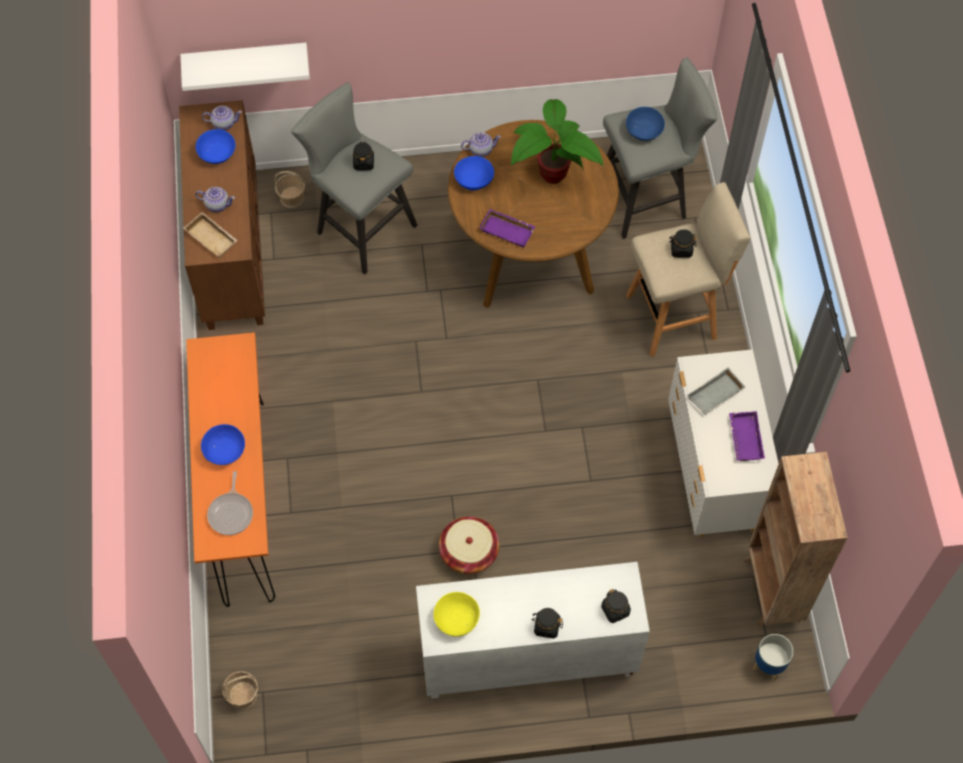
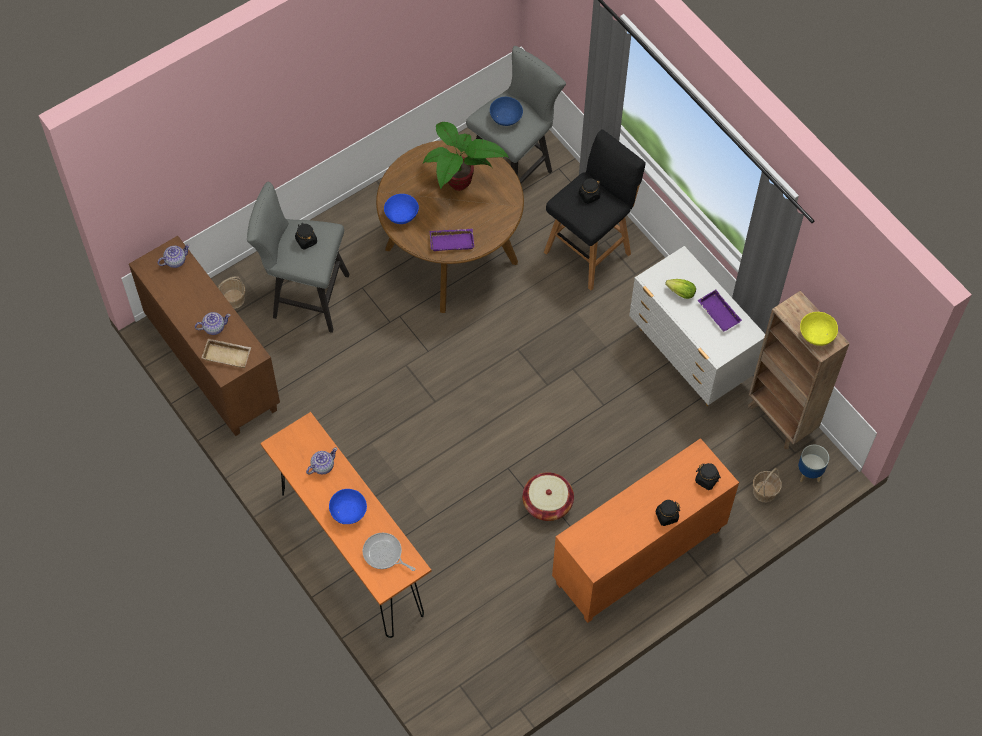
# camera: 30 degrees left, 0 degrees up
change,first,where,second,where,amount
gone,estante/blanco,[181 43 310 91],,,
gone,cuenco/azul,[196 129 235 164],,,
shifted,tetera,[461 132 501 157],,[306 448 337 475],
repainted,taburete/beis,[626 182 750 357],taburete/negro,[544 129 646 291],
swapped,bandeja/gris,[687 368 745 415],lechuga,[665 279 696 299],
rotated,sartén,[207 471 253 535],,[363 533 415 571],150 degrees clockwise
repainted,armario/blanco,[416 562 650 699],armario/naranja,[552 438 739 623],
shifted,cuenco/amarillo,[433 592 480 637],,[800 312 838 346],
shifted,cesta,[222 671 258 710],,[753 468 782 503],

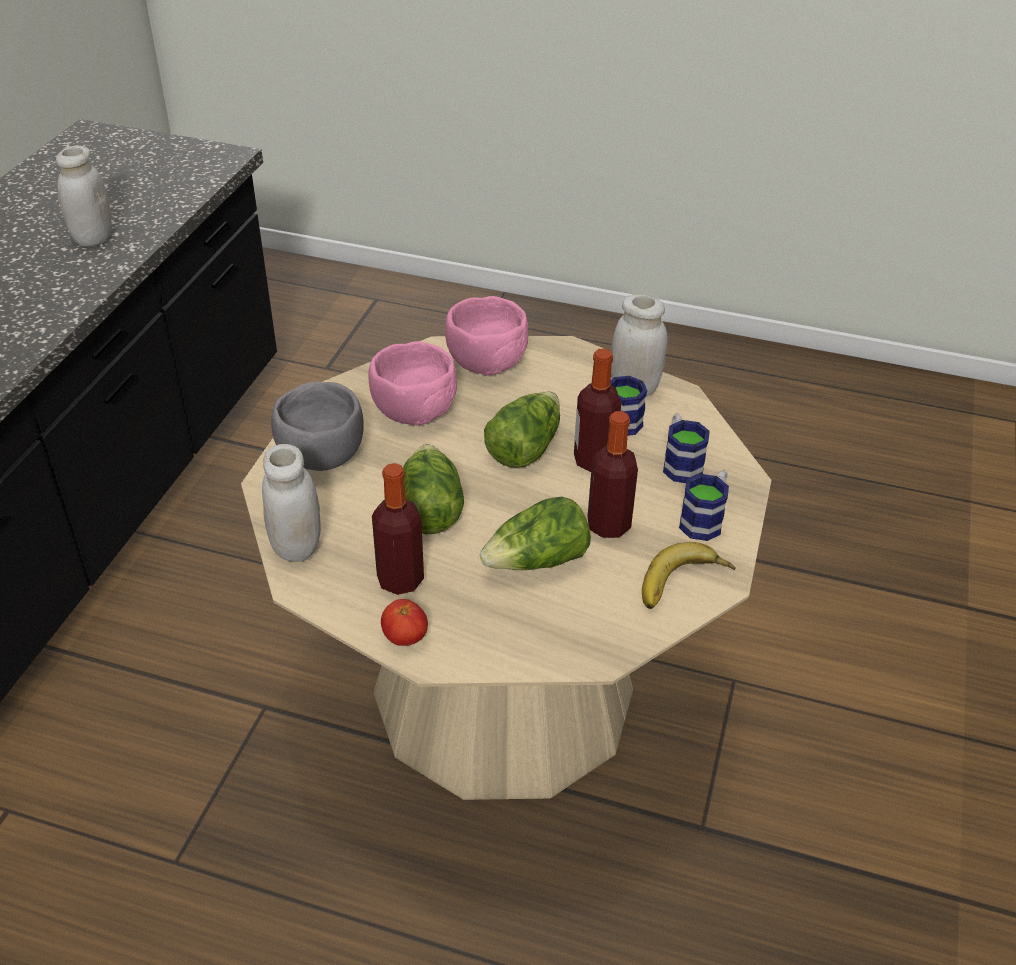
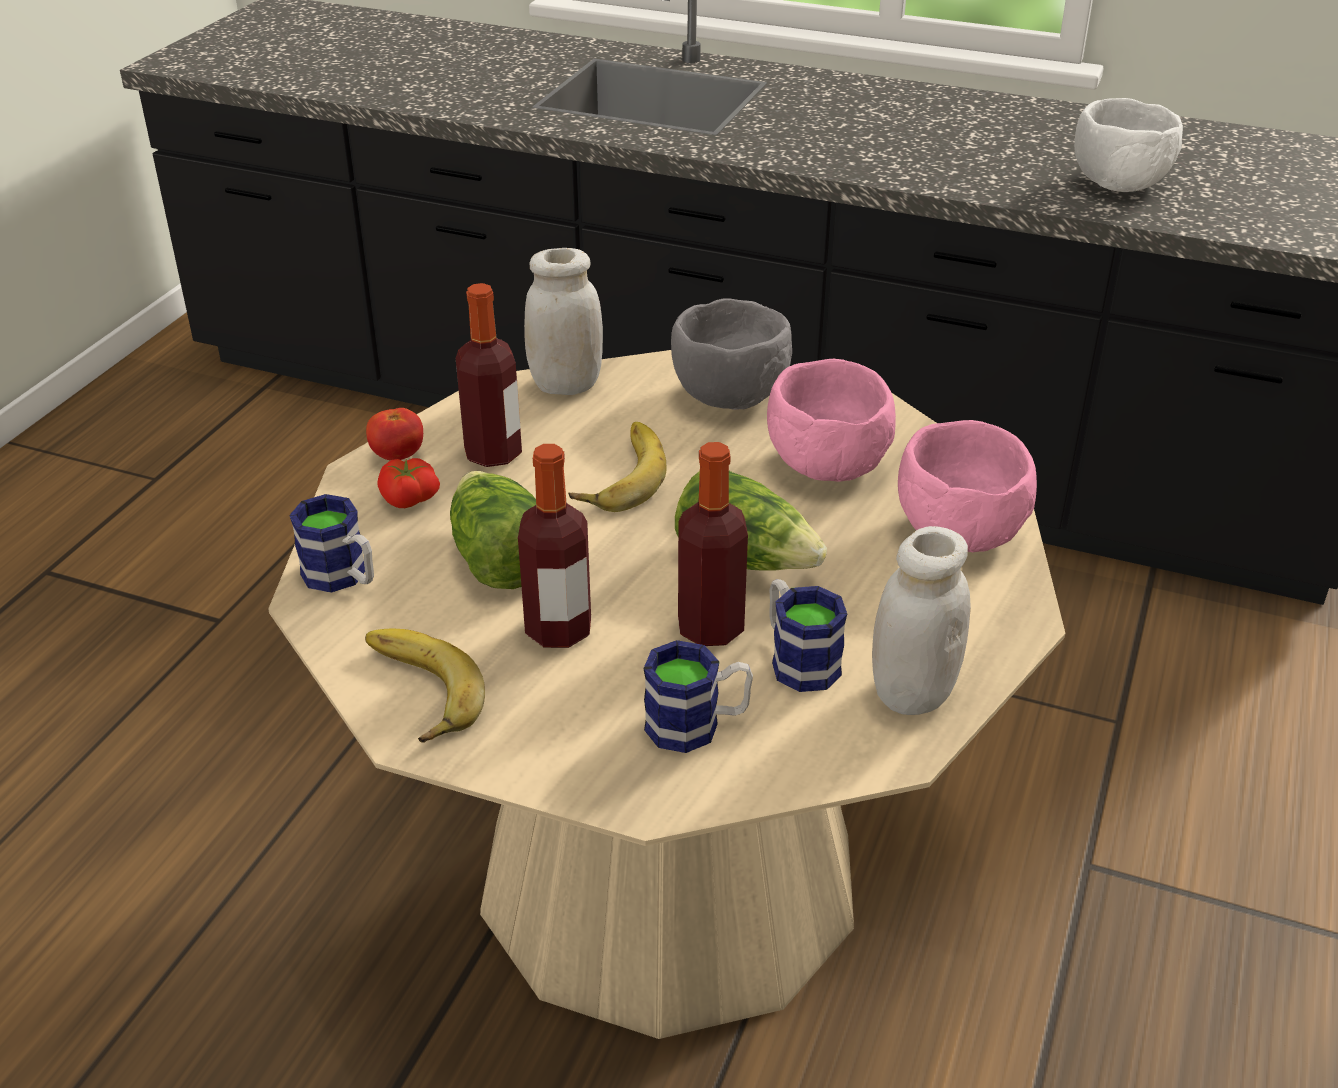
# camera: 95 degrees right, 5 degrees down
change,first,where,second,where,amount
swapped,tarro/blanco,[56 146 112 247],cuenco/blanco,[1074 98 1183 192],
swapped,lechuga,[403 444 464 535],plátano,[568 422 667 512],
shifted,taza grande,[679 470 729 541],,[289 494 374 593],
new,,,tomate,[377 458 440 508],

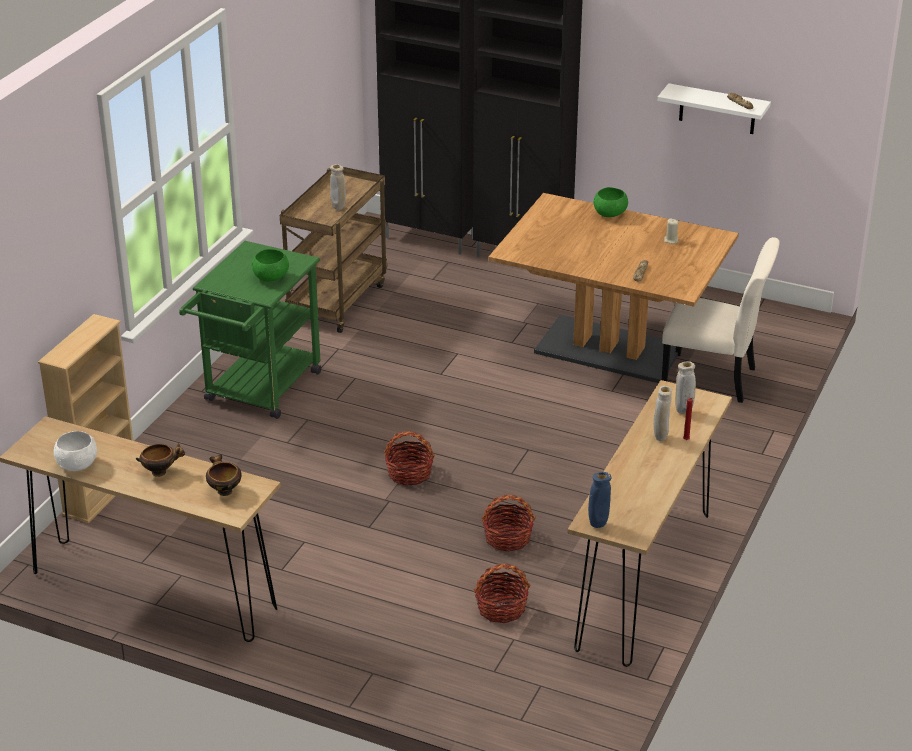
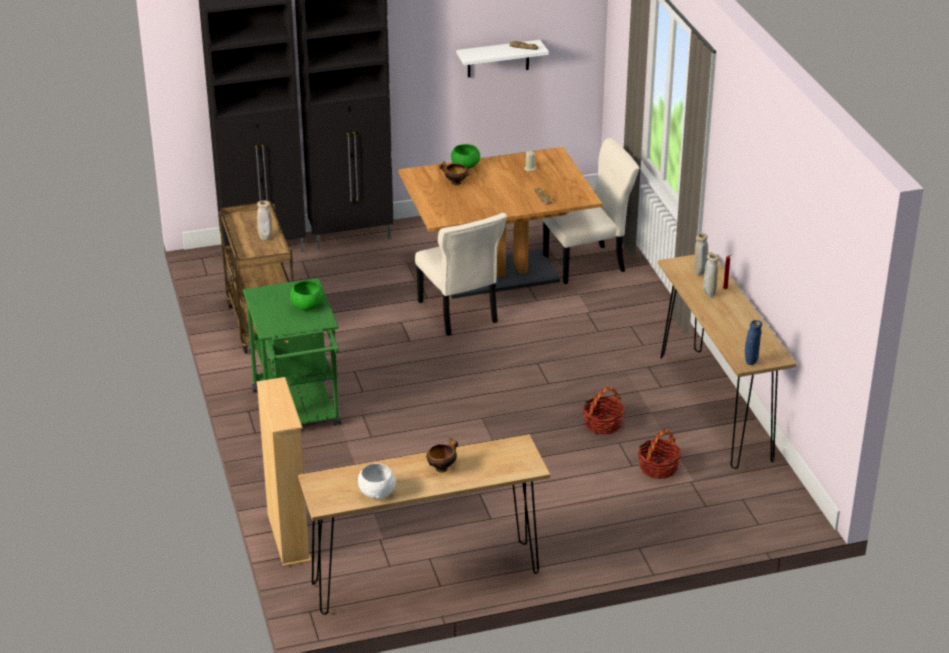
# camera: 40 degrees left, 0 degrees up
change,first,where,second,where,amount
gone,cesta,[384 431 435 486],,,
shifted,cuenco,[206 454 242 496],,[439 161 469 185],
new,,,silla/beis,[415 213 507 336],

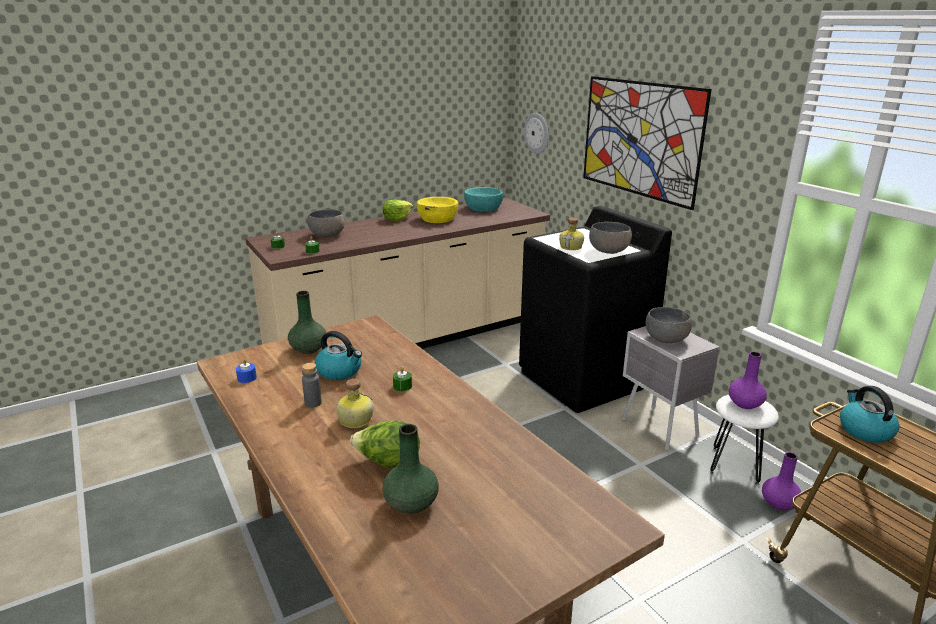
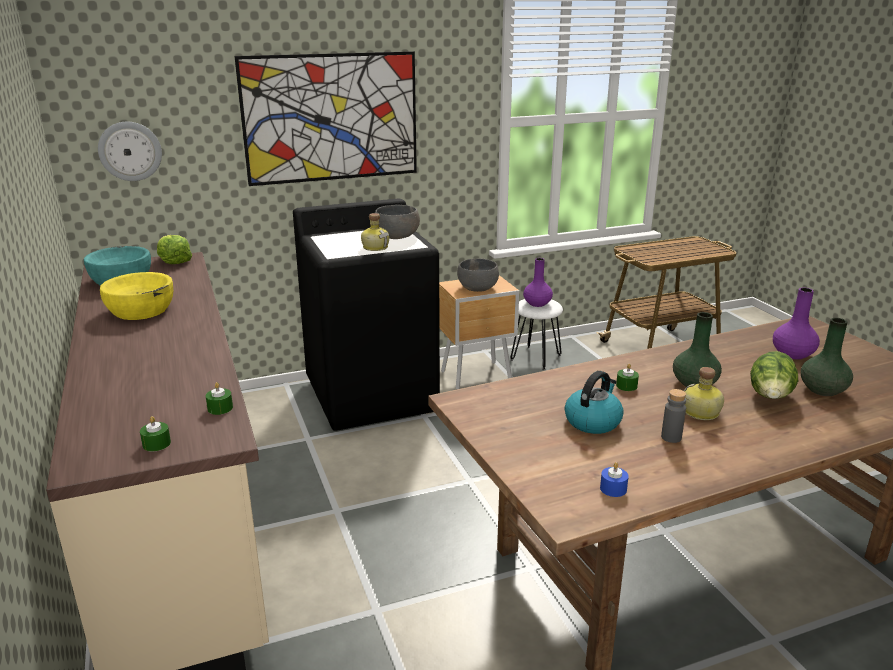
# camera: 80 degrees left, 0 degrees up
change,first,where,second,where,amount
shifted,lechuga,[382 200 413 221],,[157 235 192 264],
gone,cuenco/gris,[307 209 345 237],,,
shifted,florero/verde,[288 291 326 354],,[673 312 722 387],
repainted,mesita de noche/gris,[622 326 720 451],mesita de noche/marrón,[439 275 519 389],
gone,hervidor,[840 386 899 443],,,
shifted,florero/morado,[762 452 801 511],,[773 288 820 359],

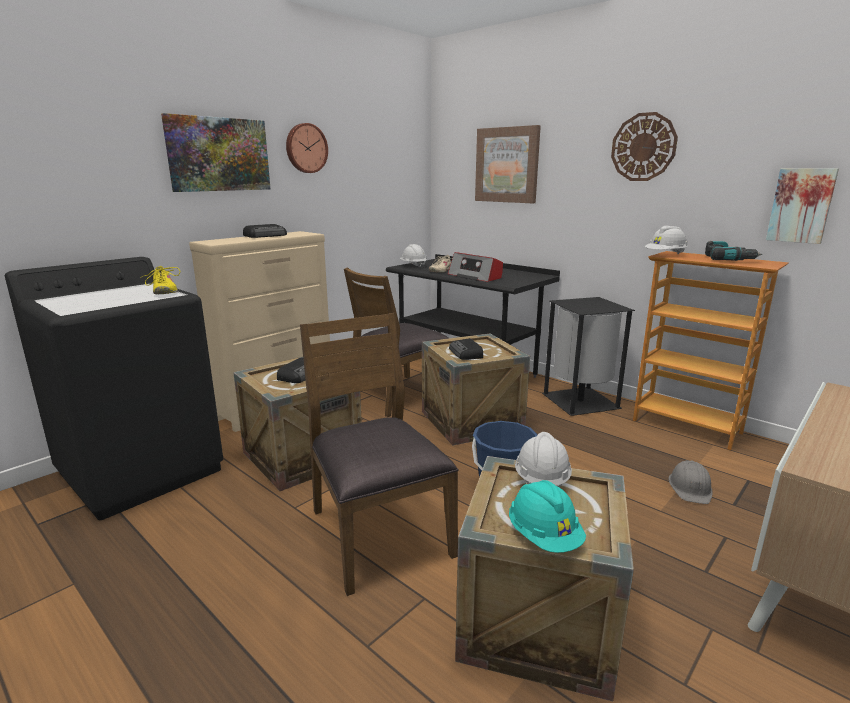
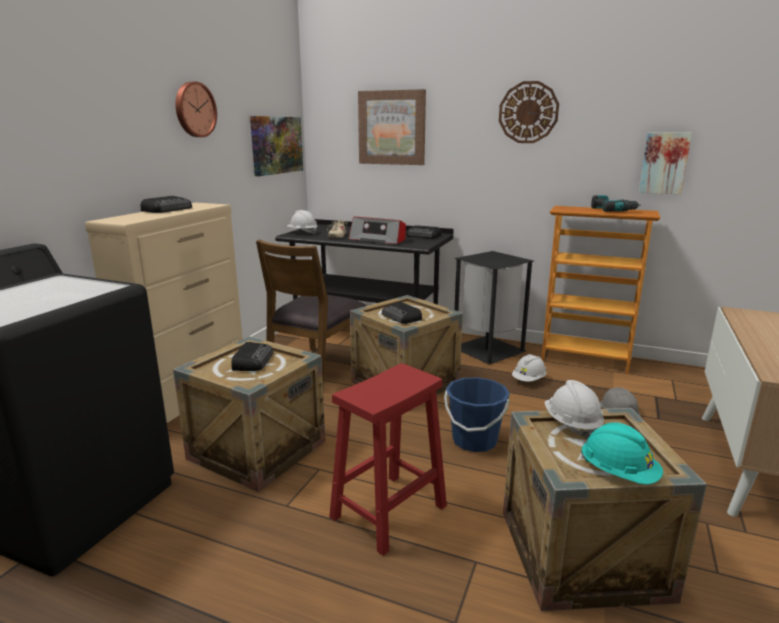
# camera: 20 degrees left, 0 degrees up
change,first,where,second,where,amount
shifted,cuadro,[161 113 270 192],,[250 116 303 176],
shifted,casco/blanco,[645 226 688 254],,[512 354 546 382],
gone,zapato/amarillo,[142 266 180 294],,,
swapped,silla/marrón,[300 313 459 596],taburete/rojo,[329 363 447 556],
new,,,radio,[406 225 441 238],

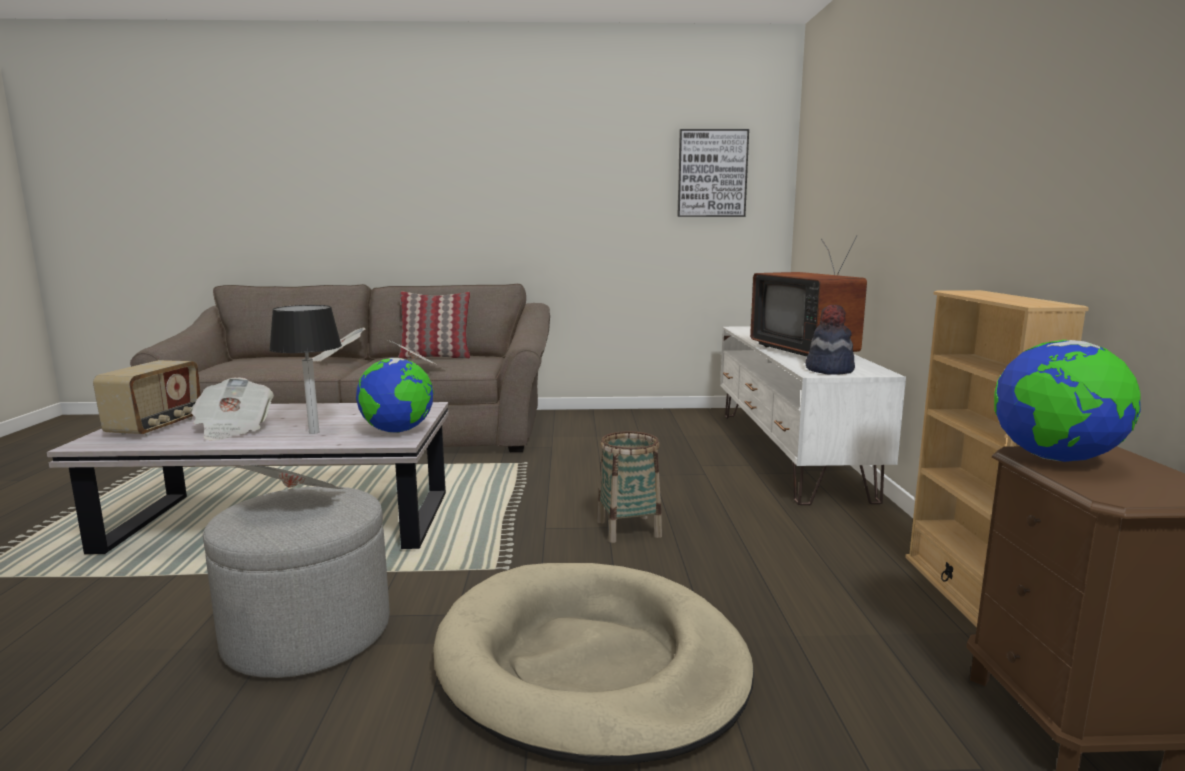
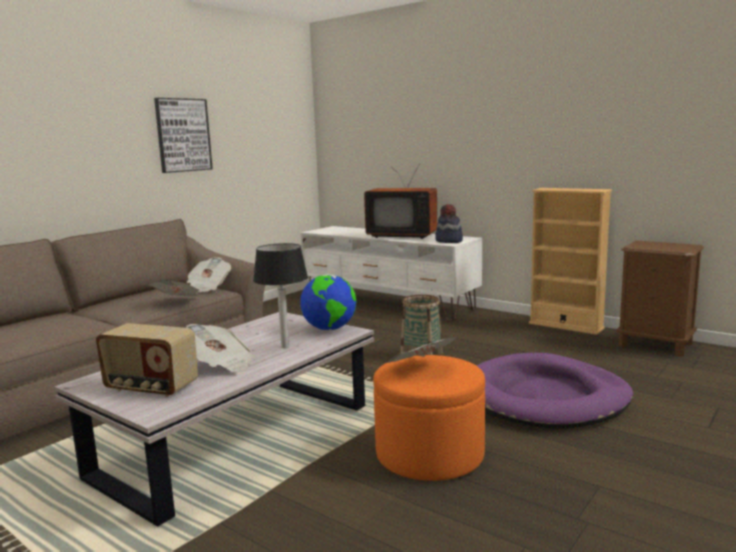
# camera: 50 degrees left, 0 degrees up
change,first,where,second,where,amount
shifted,cuadro,[677 129 749 217],,[154 98 213 173],
gone,cojín,[398 292 470 359],,,
shifted,periódico,[312 328 365 362],,[186 257 231 292],
gone,globo terráqueo,[994 340 1141 462],,,
rotated,radio,[93 360 201 436],,[96 323 198 397],150 degrees clockwise
repainted,puf/gris,[203 486 390 678],puf/naranja,[373 355 485 481],
repainted,cama para perro/beis,[433 563 754 765],cama para perro/morado,[477 353 633 429],

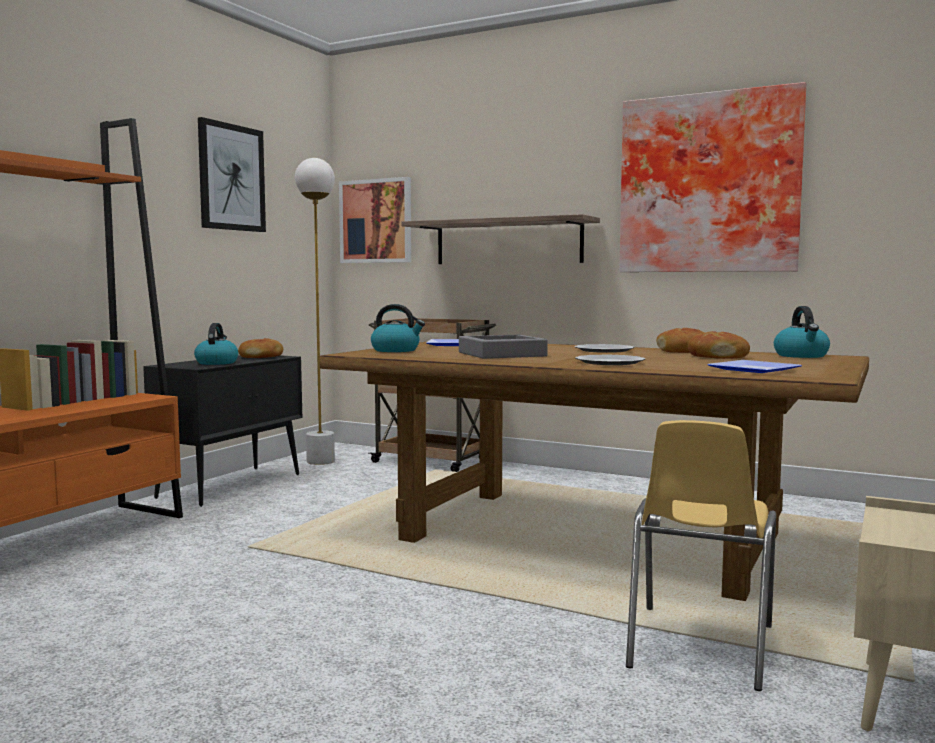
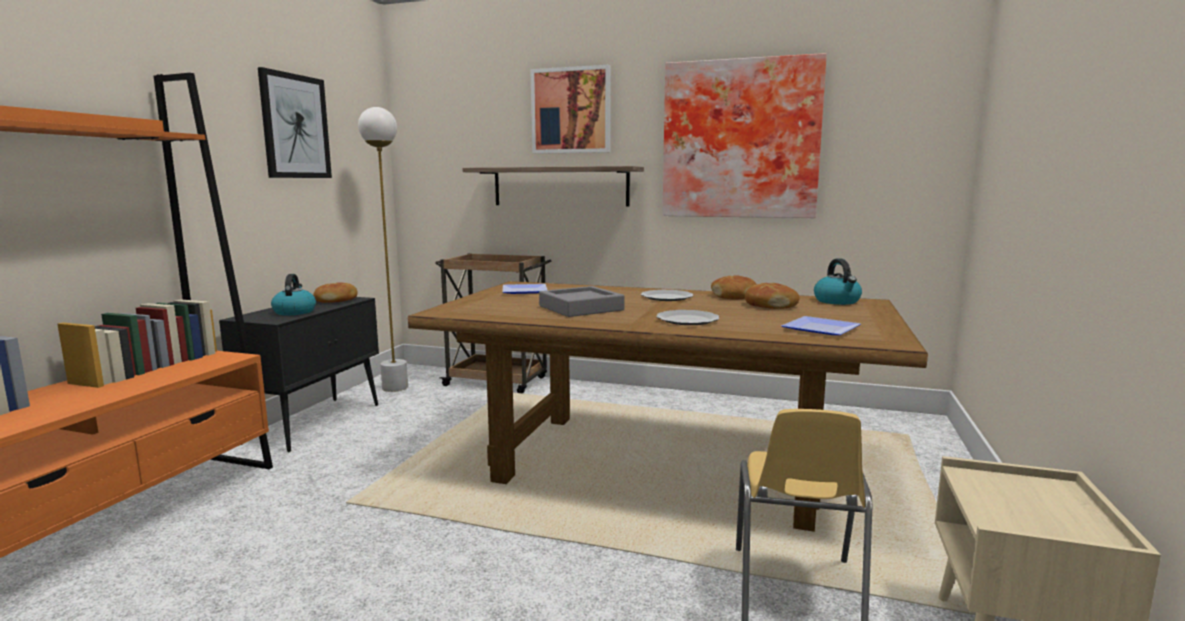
# camera: 10 degrees left, 5 degrees up
change,first,where,second,where,amount
shifted,cuadro,[339 177 411 263],,[530 65 611 154],
gone,hervidor,[371 304 425 352],,,

